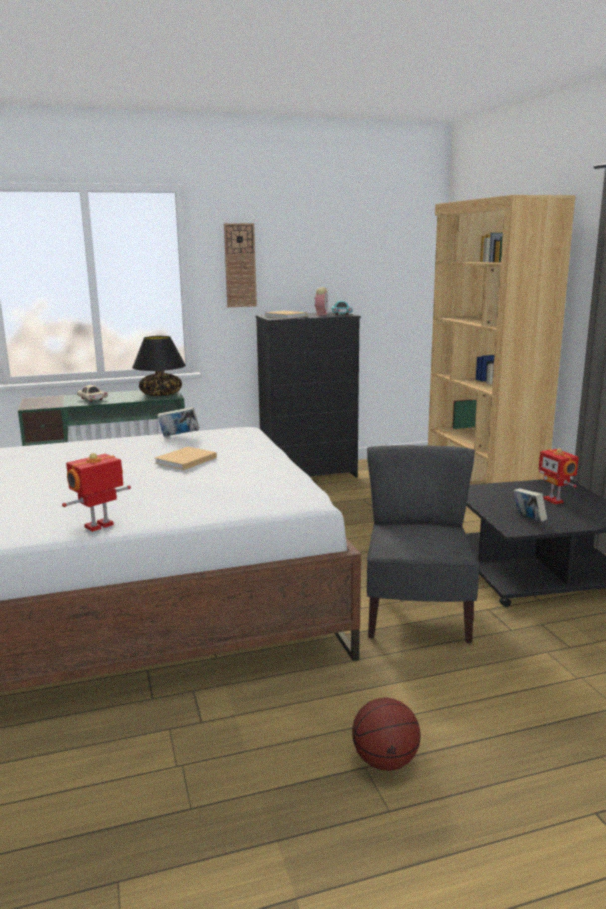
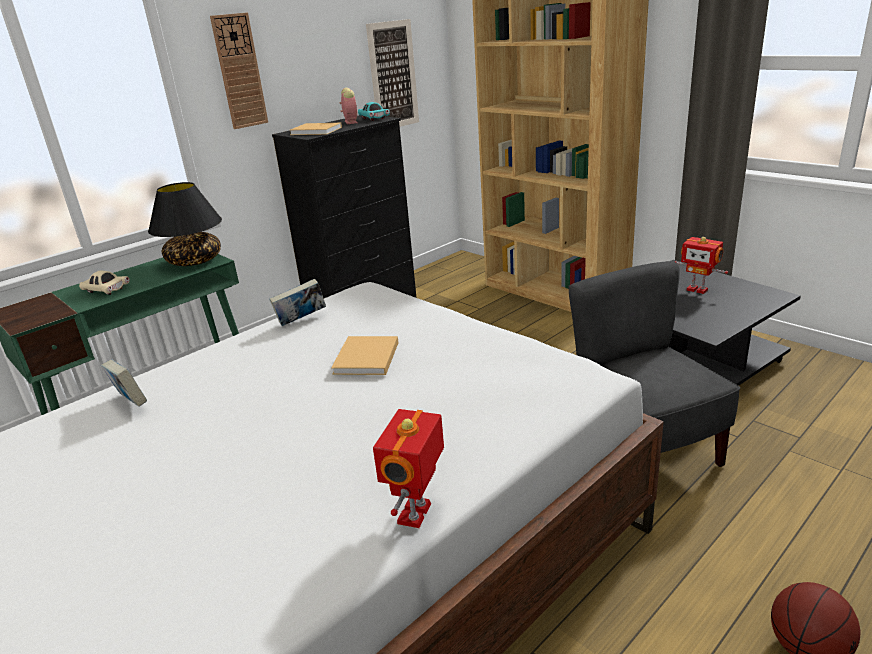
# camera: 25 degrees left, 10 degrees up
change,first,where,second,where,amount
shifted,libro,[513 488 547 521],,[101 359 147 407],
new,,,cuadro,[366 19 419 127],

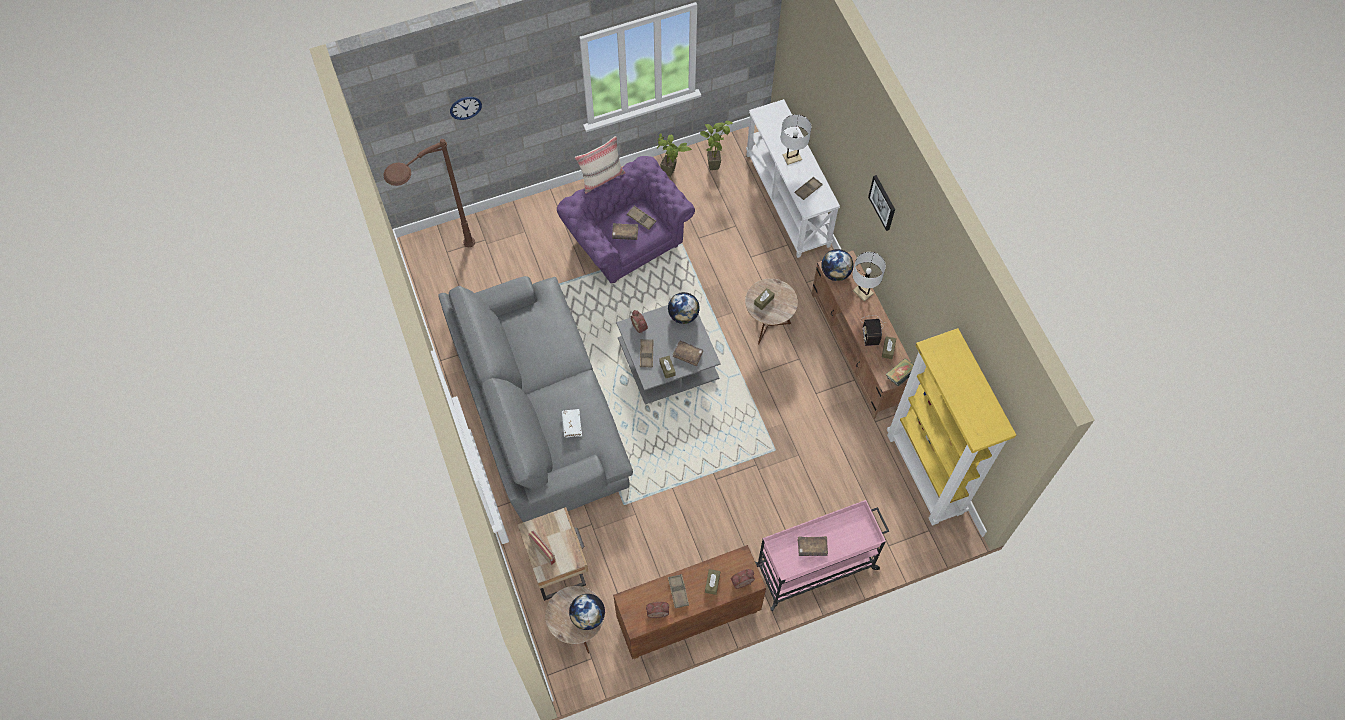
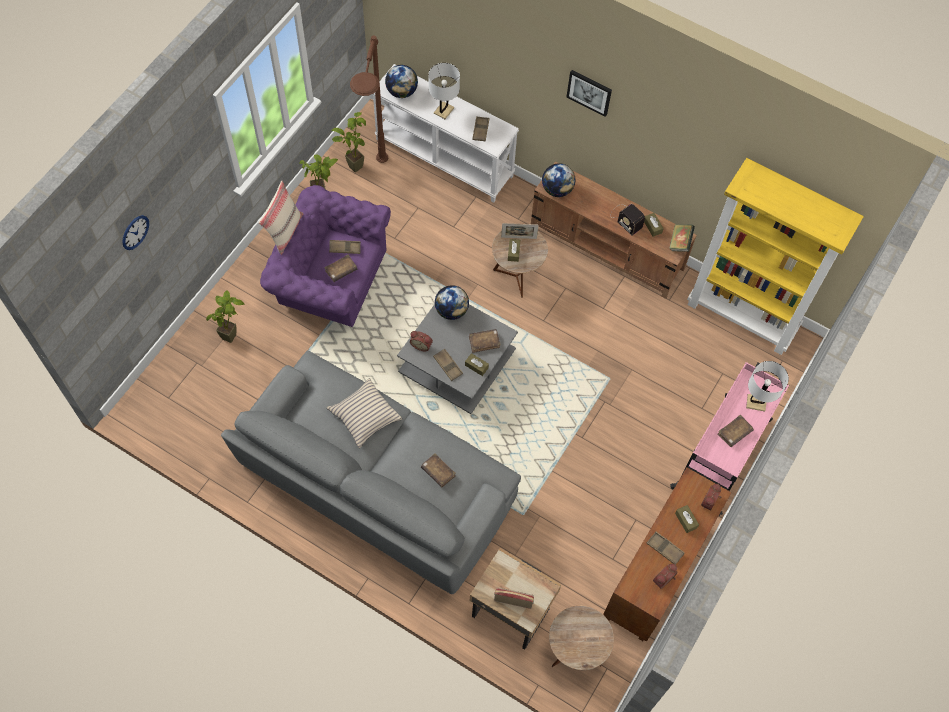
# camera: 40 degrees left, 0 degrees up
change,first,where,second,where,amount
shifted,lámpara de pie/marrón,[383 139 475 247],,[350 35 388 163],
shifted,lámpara de mesa/blanco,[852 252 886 302],,[746 361 789 412],
repainted,libro/blanco,[561 409 582 437],libro/marrón,[421 453 456 487],
shifted,globo terráqueo,[569 594 605 630],,[385 65 418 98],
new,,,portarretratos,[501 223 539 239],
new,,,planta en maceta,[206 290 244 343],
new,,,cojín/beis,[327 378 402 448],

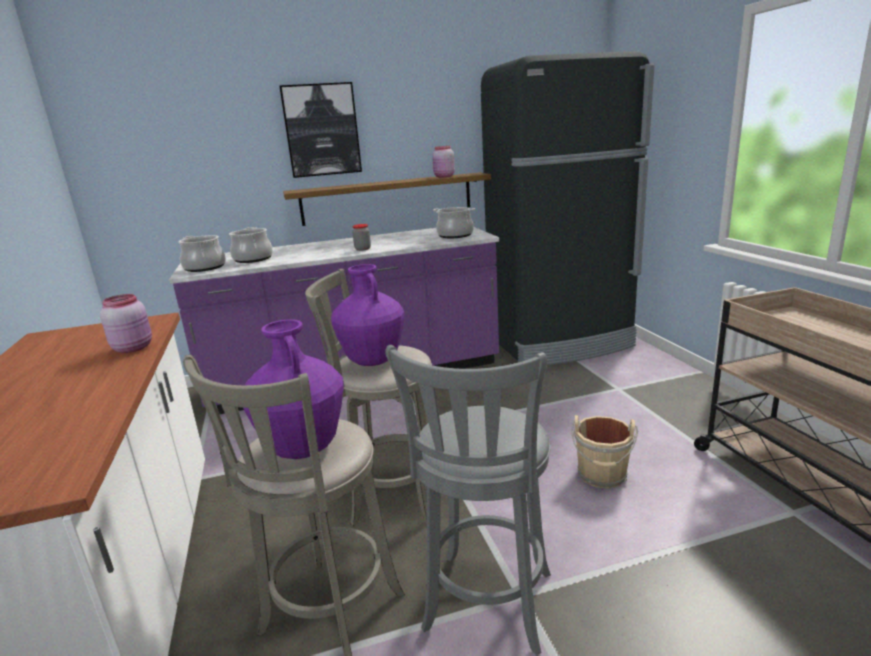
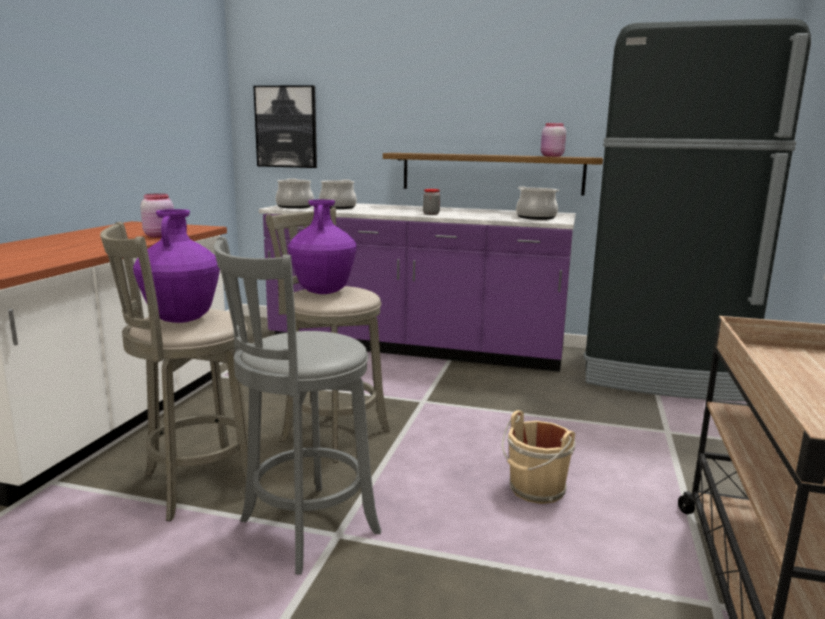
# camera: 30 degrees right, 5 degrees down
change,first,where,second,where,amount
shifted,cuadro,[279 82 362 178],,[254 85 317 168],

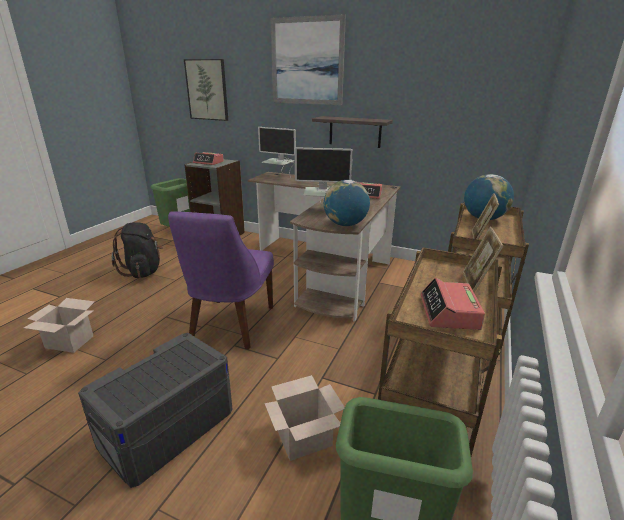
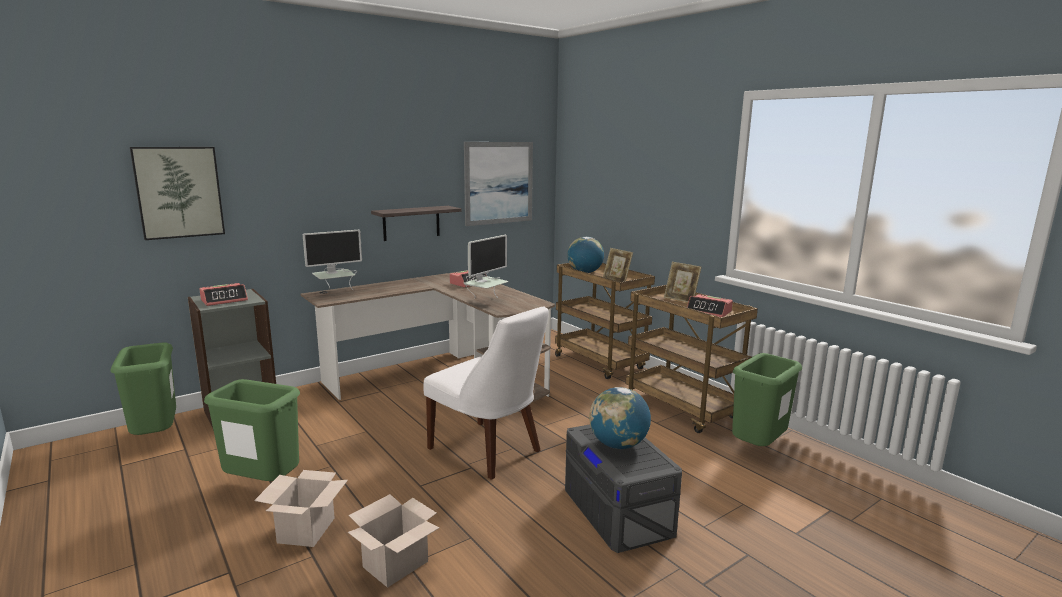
# camera: 60 degrees left, 10 degrees down
change,first,where,second,where,amount
shifted,cuadro,[271 14 346 105],,[464 142 533 226],
shifted,globo terráqueo,[324 180 370 226],,[589 387 651 449],
repainted,silla/morado,[168 211 274 349],silla/blanco,[423 306 549 480],
swapped,mochila/negro,[112 222 163 278],papelera/verde,[204 379 300 481],
shifted,caja de cartón,[264 375 345 461],,[254 470 348 547],

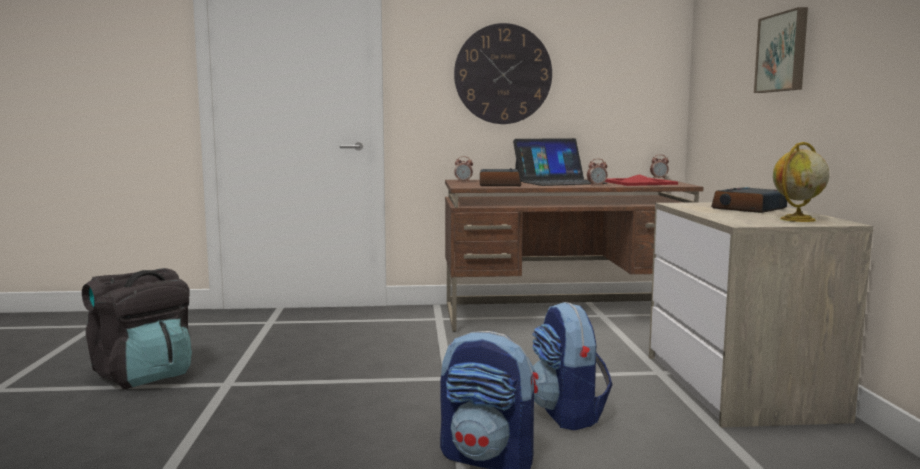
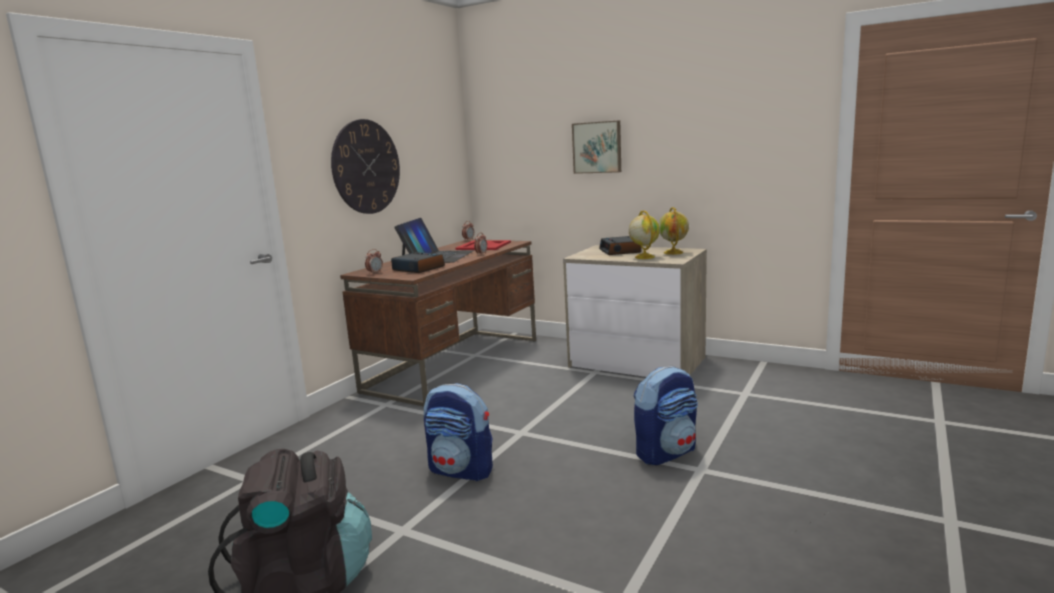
# camera: 55 degrees left, 5 degrees up
change,first,where,second,where,amount
shifted,mochila,[532 302 613 430],,[424 383 493 481],
new,,,globo terráqueo,[629 211 660 259],

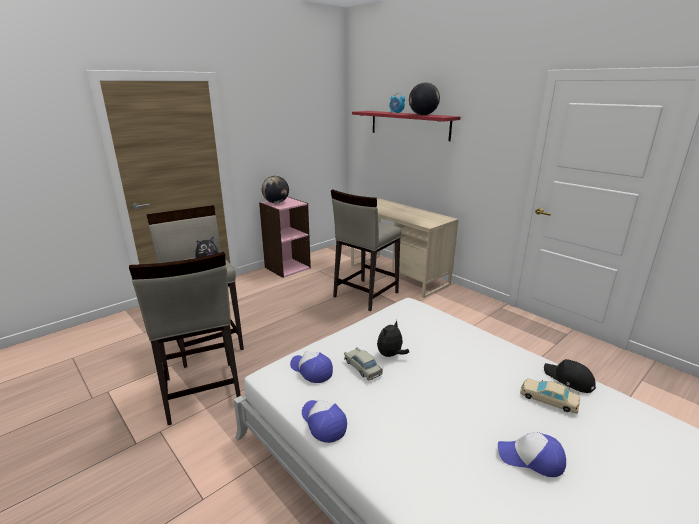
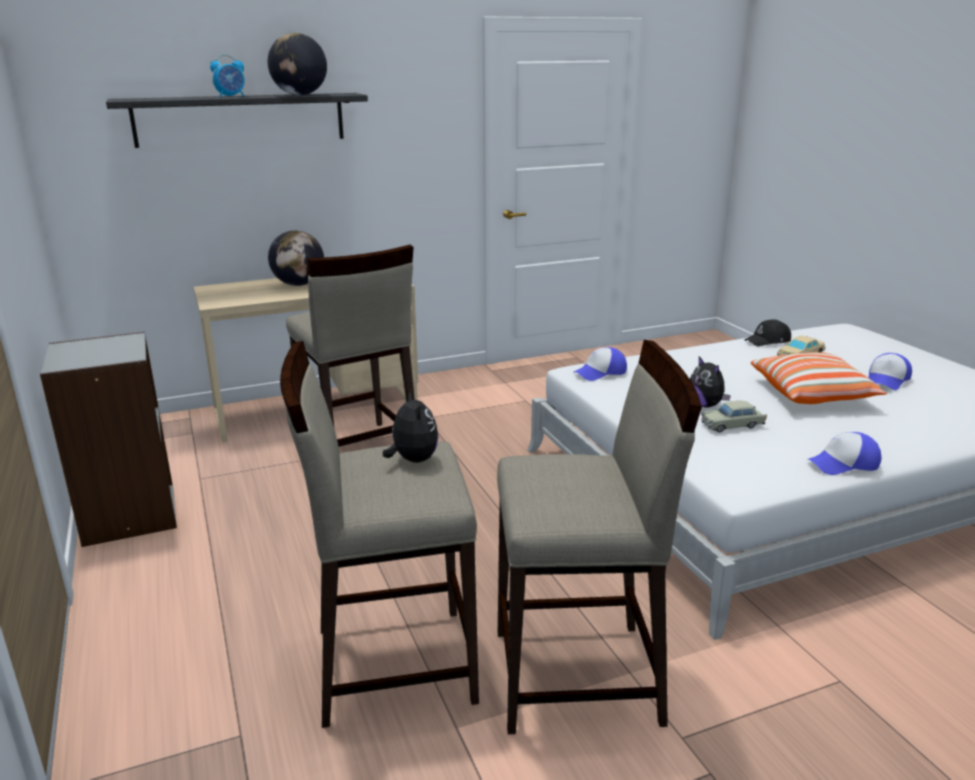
# camera: 70 degrees left, 0 degrees up
change,first,where,second,where,amount
repainted,estante/rojo,[352 111 461 141],estante/negro,[106 93 368 148],
shifted,globo terráqueo,[262 176 289 203],,[268 230 324 286],
repainted,estantería/rosa,[259 197 311 278],estantería/gris,[40 332 177 547],
shifted,gorra,[290 351 333 383],,[573 347 627 381],
new,,,cojín,[751 352 887 404],

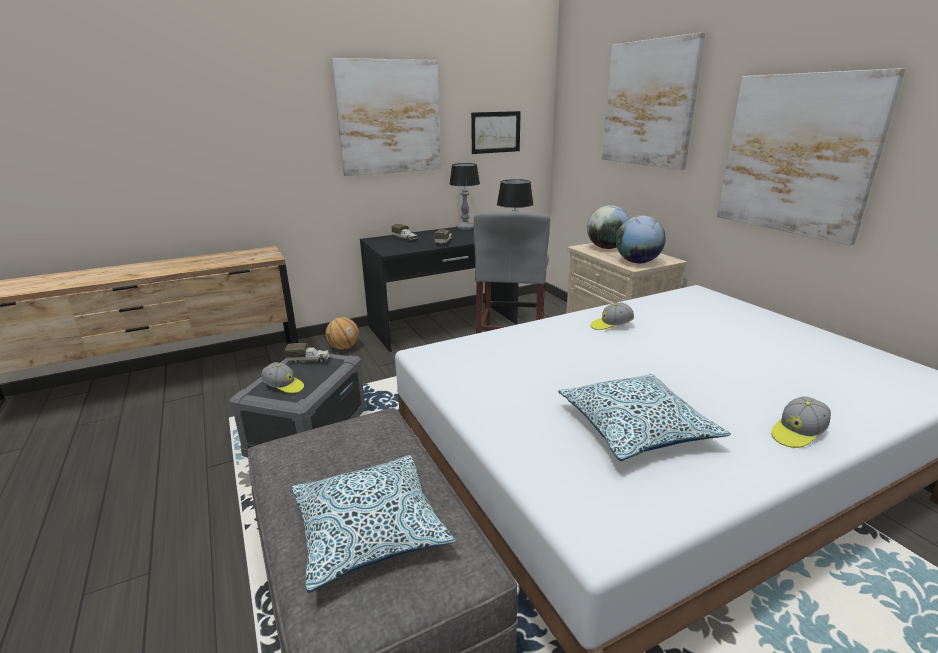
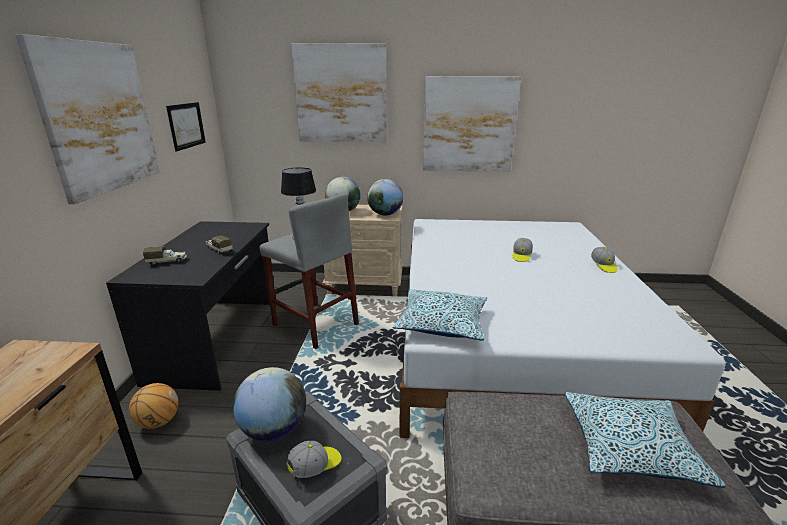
# camera: 60 degrees left, 0 degrees up
change,first,where,second,where,amount
gone,lámpara de mesa,[450 163 480 230],,,
shifted,gorra,[591 302 634 330],,[513 238 533 262],
swapped,camión de juguete,[285 343 330 364],globo terráqueo,[233 367 306 441],
shifted,cojín,[558 374 731 461],,[393 289 487 341],

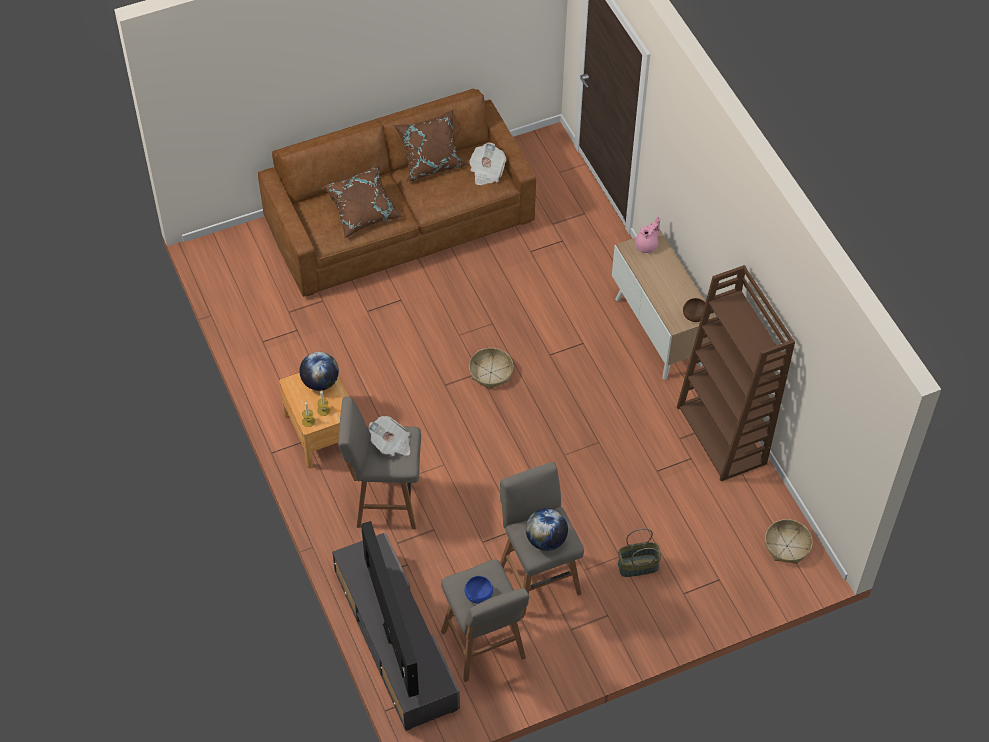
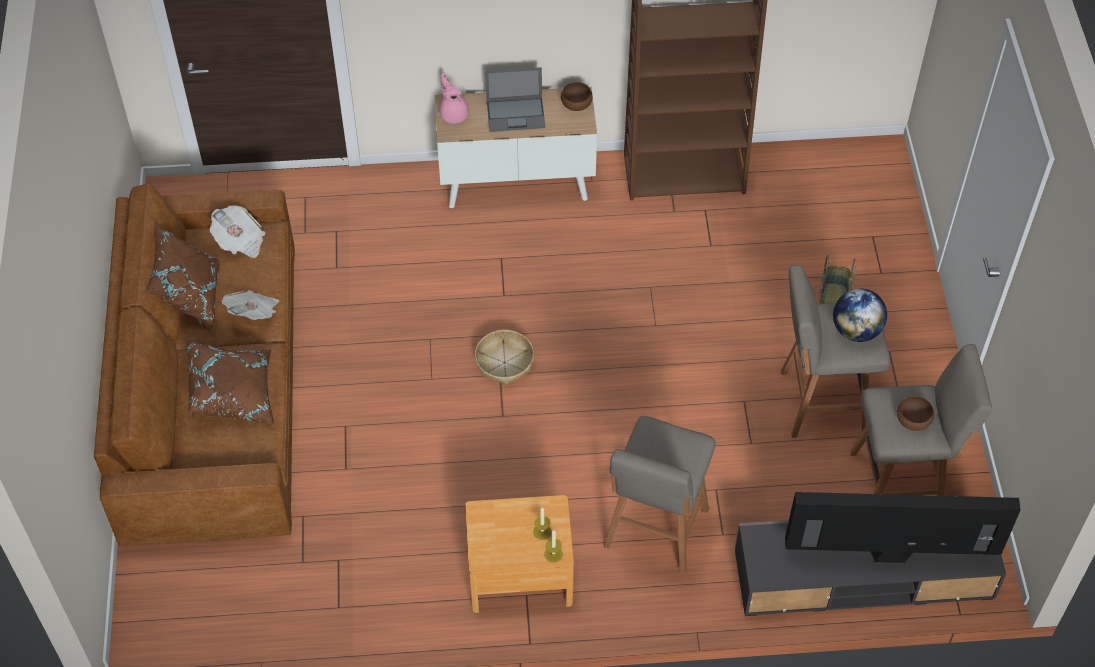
# camera: 70 degrees left, 0 degrees up
change,first,where,second,where,amount
gone,globo terráqueo,[299 352 339 391],,,
shifted,periódico,[368 416 410 456],,[222 290 279 320],
gone,cesta,[765 519 813 564],,,
repainted,cuenco/azul,[464 576 493 604],cuenco/marrón,[897 396 934 431],
new,,,portátil,[485 67 546 132],

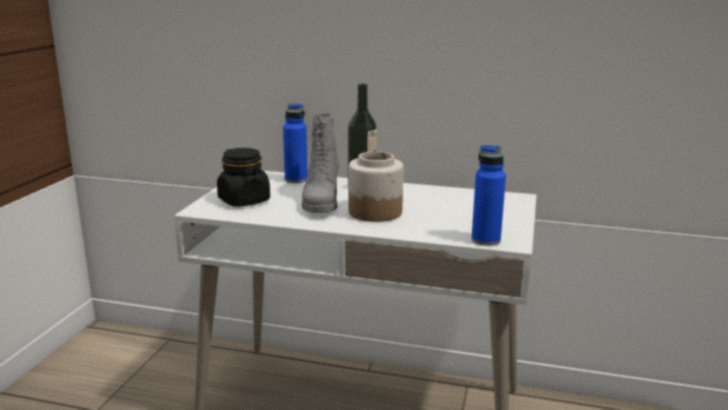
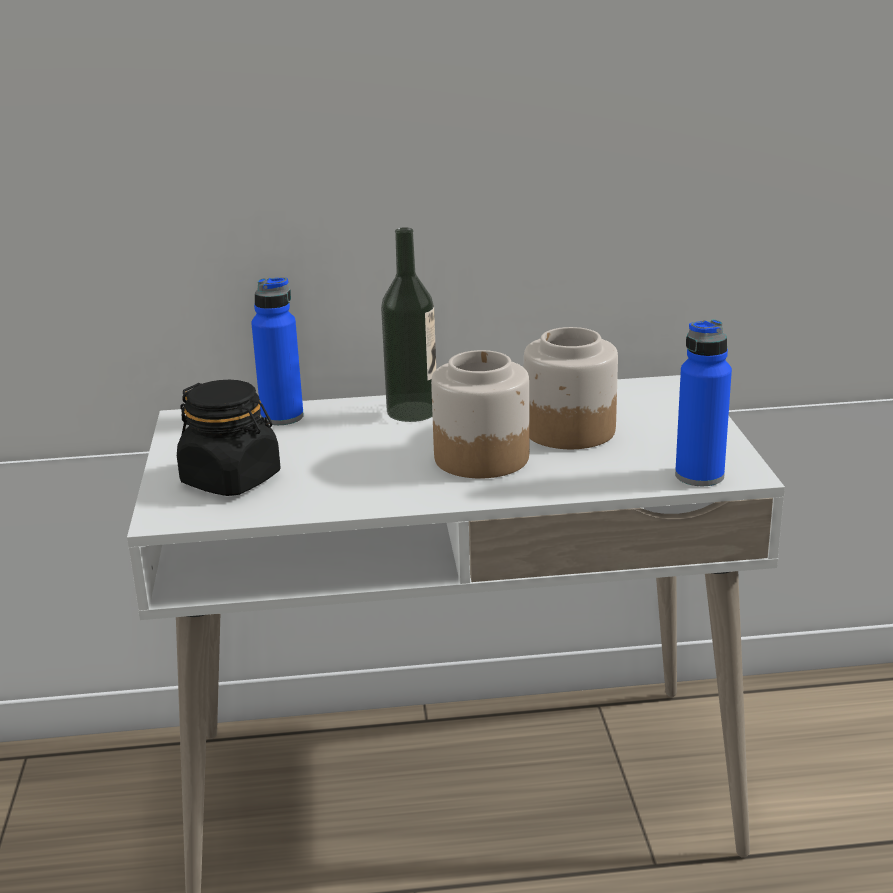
# camera: 20 degrees left, 5 degrees up
change,first,where,second,where,amount
gone,bota/gris,[302 113 339 213],,,
new,,,tarro,[524 327 618 449],

